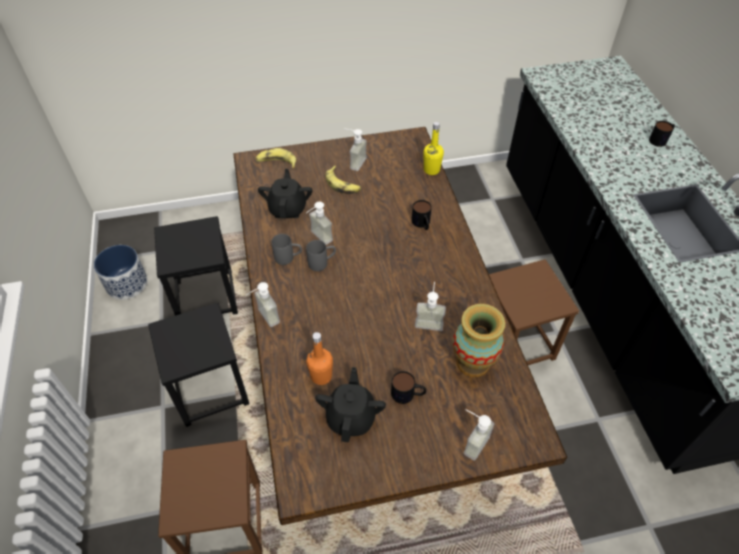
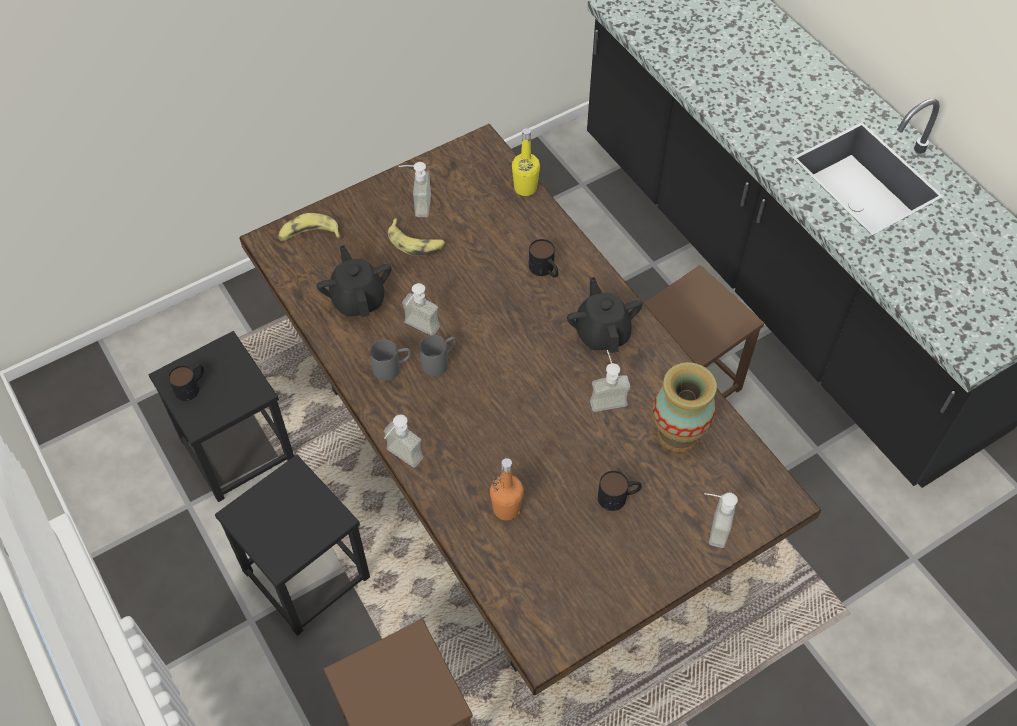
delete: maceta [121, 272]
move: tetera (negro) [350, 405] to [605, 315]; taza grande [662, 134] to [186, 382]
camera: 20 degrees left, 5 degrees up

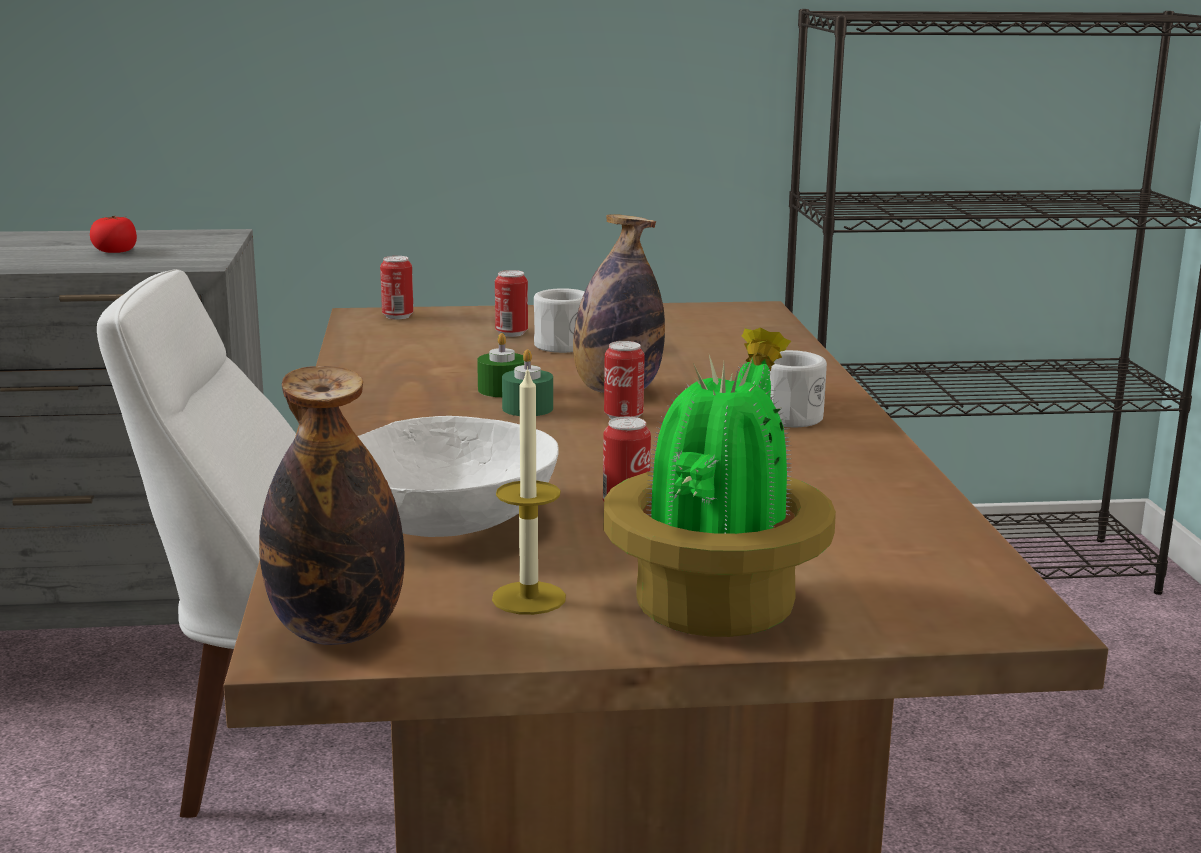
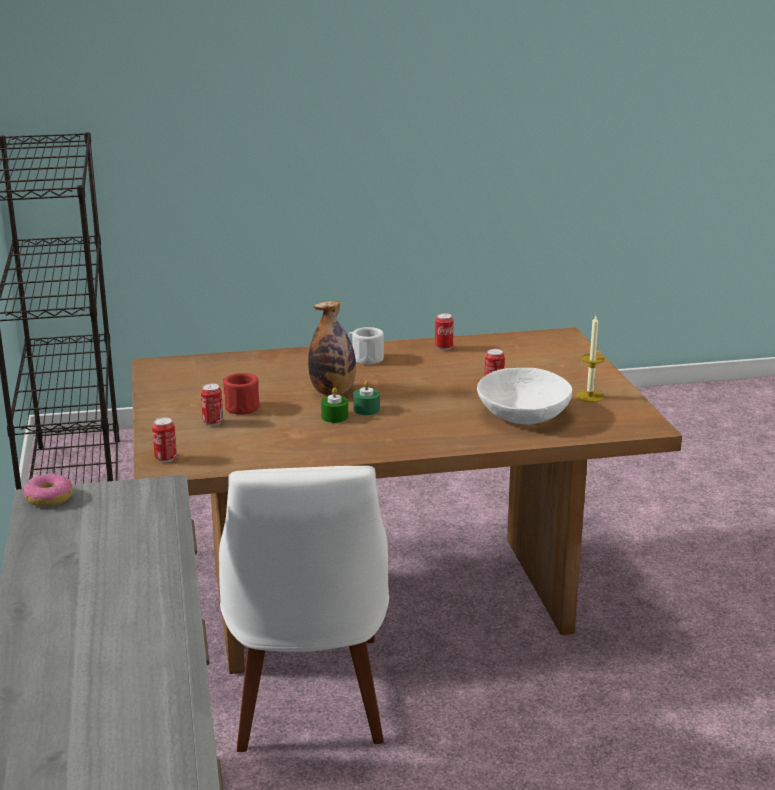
delete: tomate [113, 234]; botella [332, 505]; planta en maceta [720, 482]
insert: rosquilla [47, 490]
move: lata [624, 380] to [444, 331]
recolor: taza grande (blanco) [559, 320] to taza grande (rojo) [241, 394]
camera: 95 degrees left, 5 degrees up

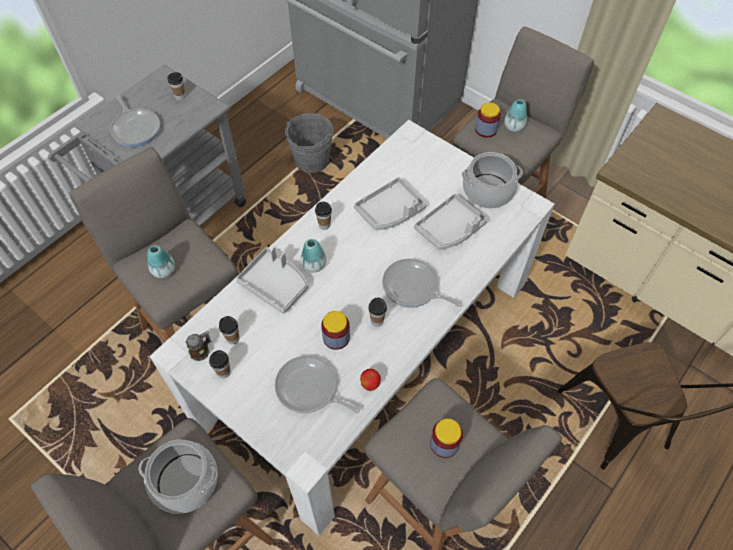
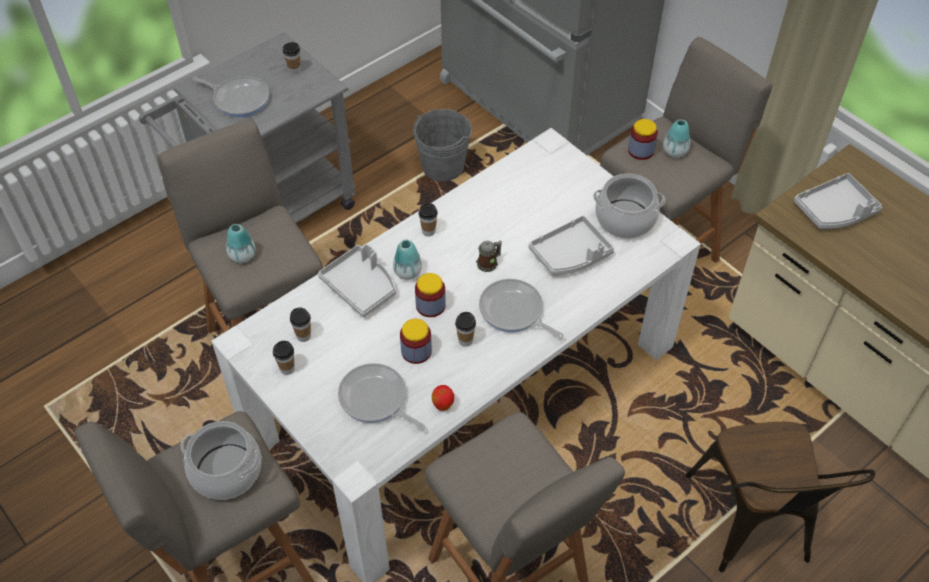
move: taza grande [199, 346] to [489, 256]; bandeja (gris) [390, 203] to [838, 201]; tarro [446, 438] to [430, 295]
rotate: sartén [135, 121] = [230, 96] 45 degrees counterclockwise
camera: 10 degrees right, 5 degrees down

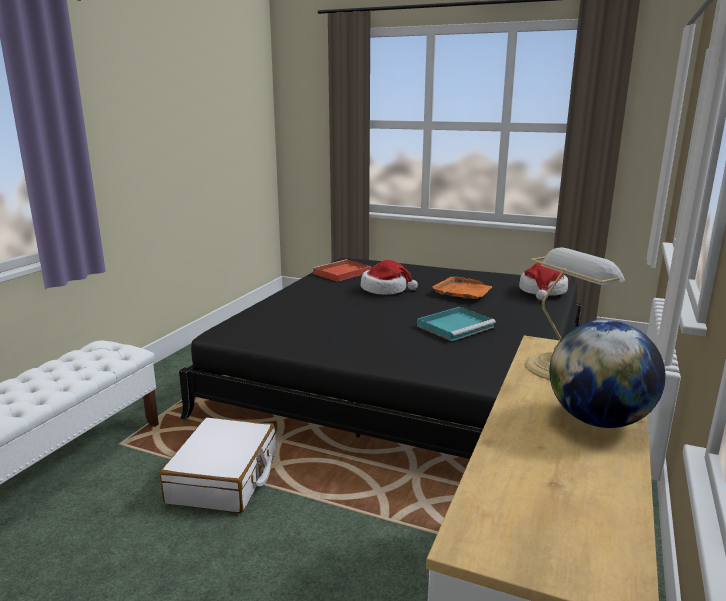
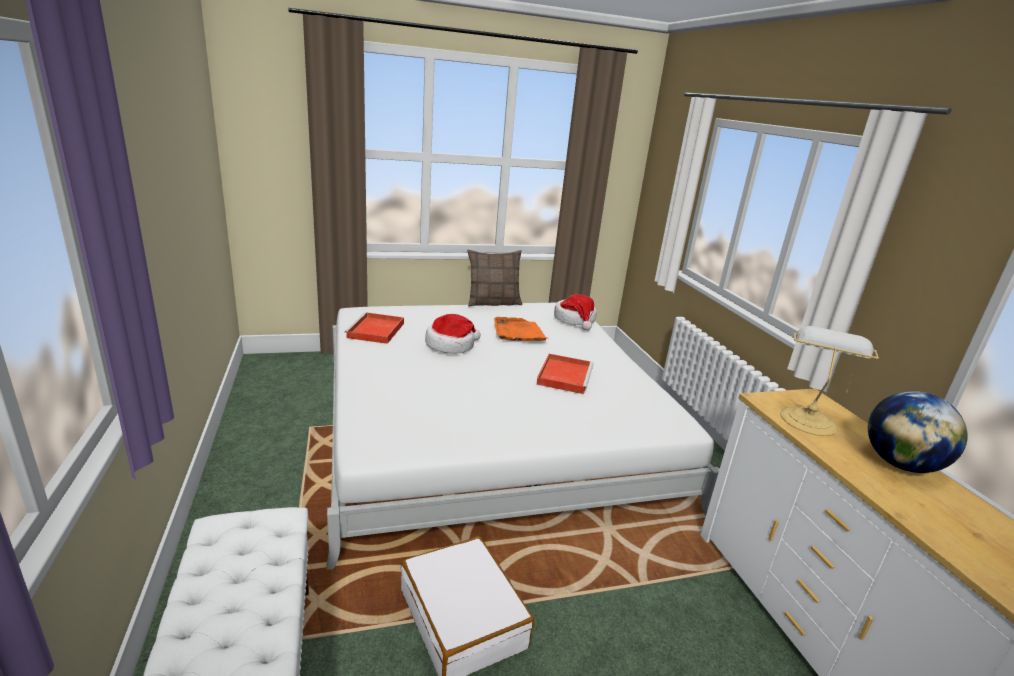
insert: cojín [494, 277]
recolor: cama (negro) [380, 358] to cama (blanco) [522, 436]; bandeja (turquesa) [456, 324] to bandeja (rojo) [565, 374]
camera: 40 degrees left, 5 degrees up

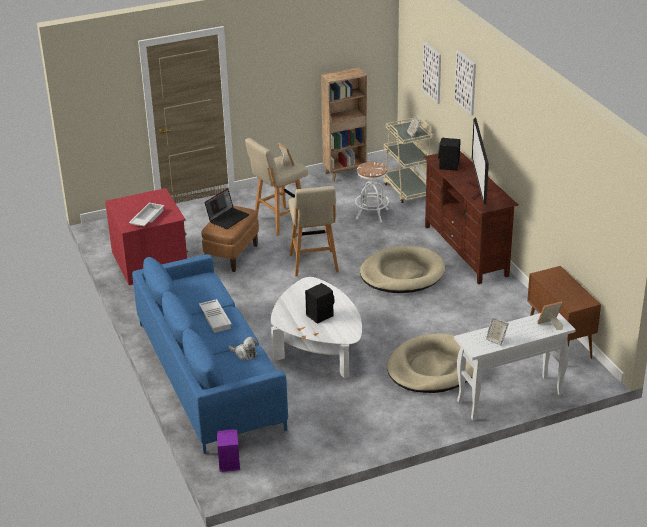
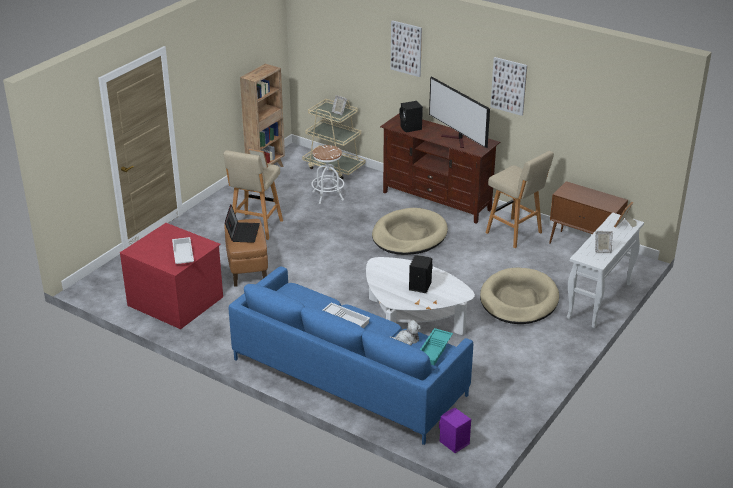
insert: bandeja (turquesa) [436, 346]
move: taburete (beis) [313, 231] to [520, 199]; cuadro [431, 73] to [508, 86]
camera: 35 degrees left, 0 degrees up

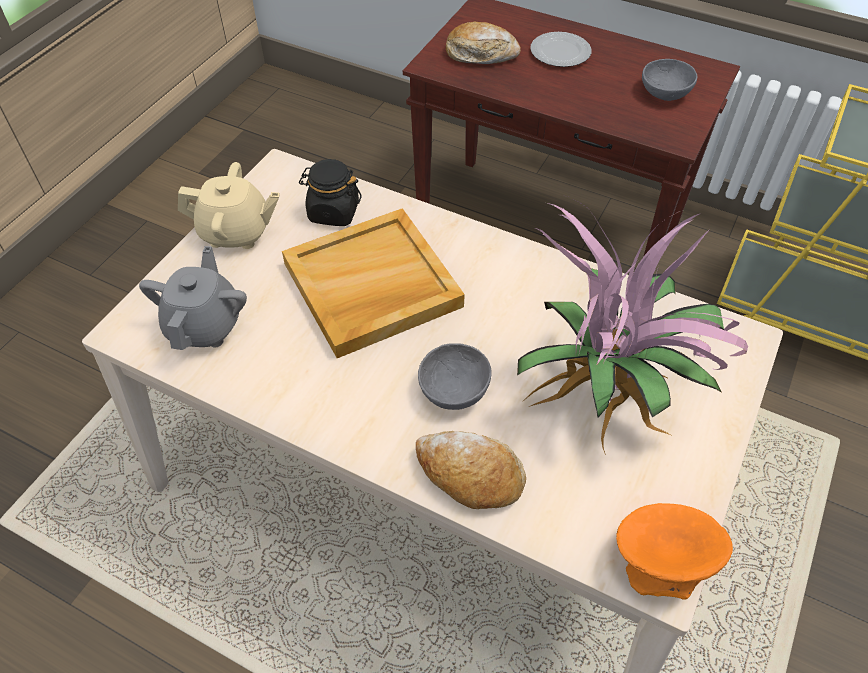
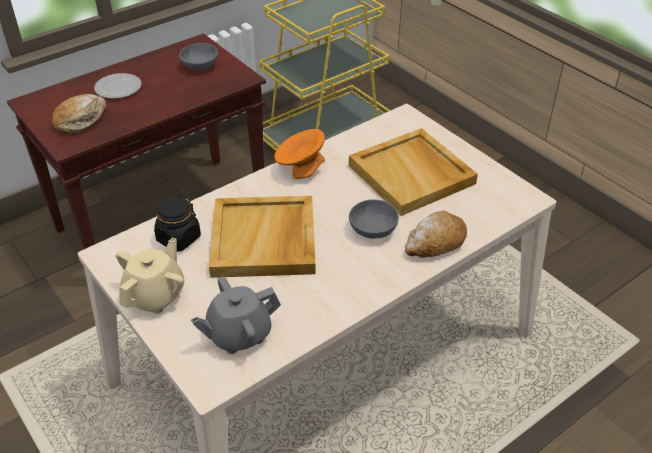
move: cuenco (naranja) [674, 551] to [299, 154]
replace: planta en maceta [632, 325] to bandeja (beis) [413, 172]
rotate: tetera (gris) [193, 298] = [236, 315] 60 degrees counterclockwise
camera: 65 degrees left, 10 degrees down

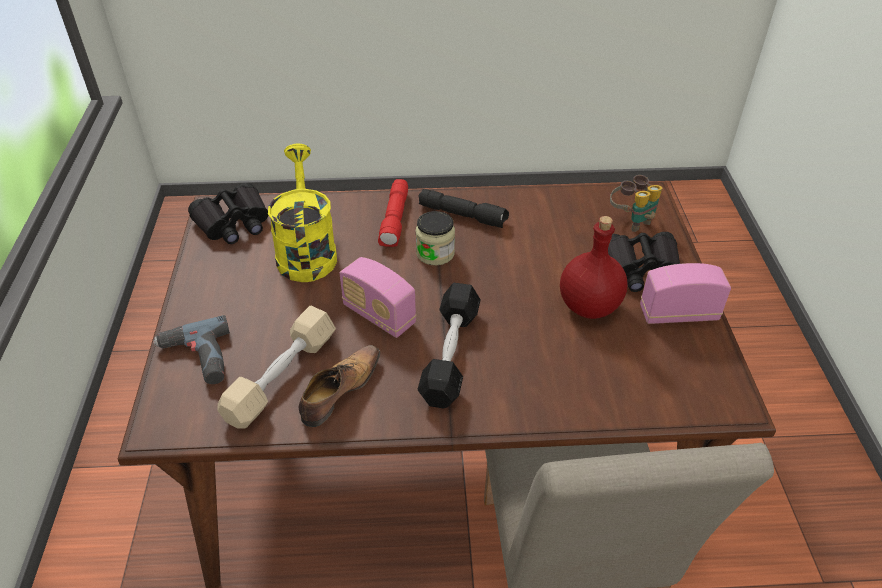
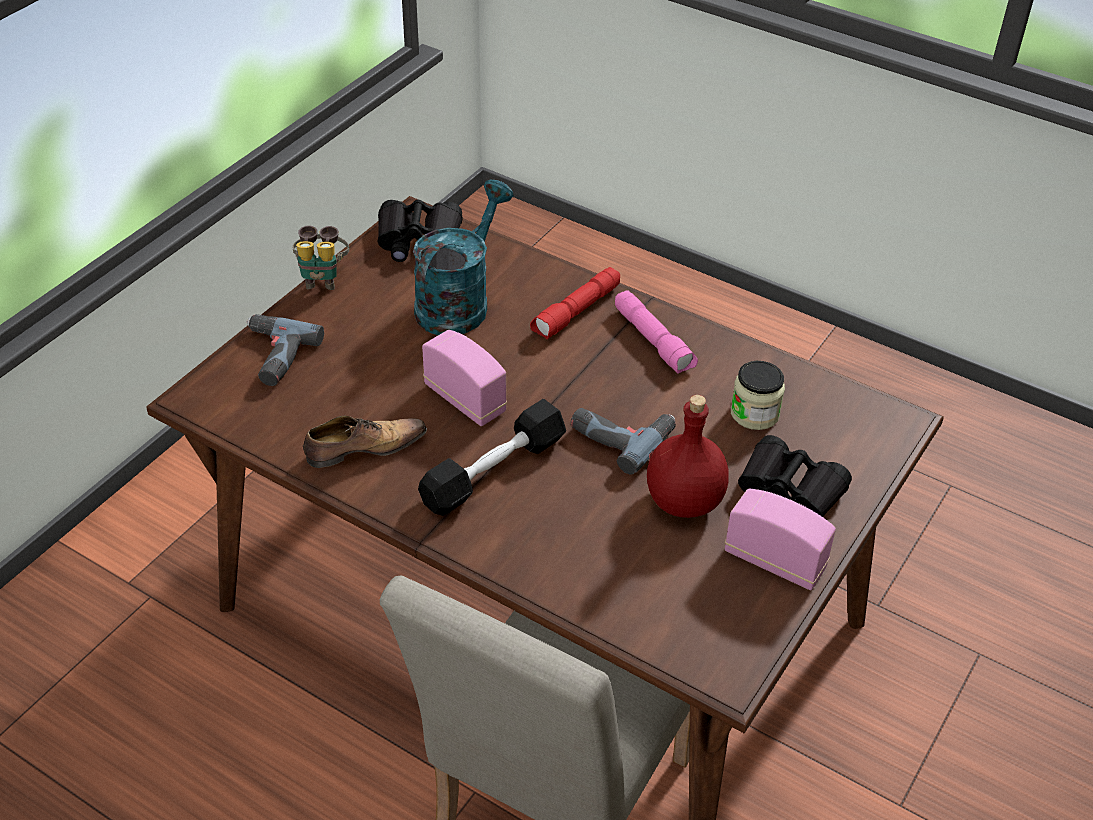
delete: mancuerna (beis) [277, 367]
insert: taladro [623, 441]
move: tarro [435, 238] to [758, 395]; prismáticos [636, 203] to [320, 258]
recolor: regadera (amarillo) [302, 212] to regadera (turquesa) [463, 257]; linterna (negro) [463, 208] to linterna (rosa) [656, 332]
rotate: radio [377, 297] = [464, 378] 150 degrees clockwise
camera: 35 degrees right, 0 degrees up

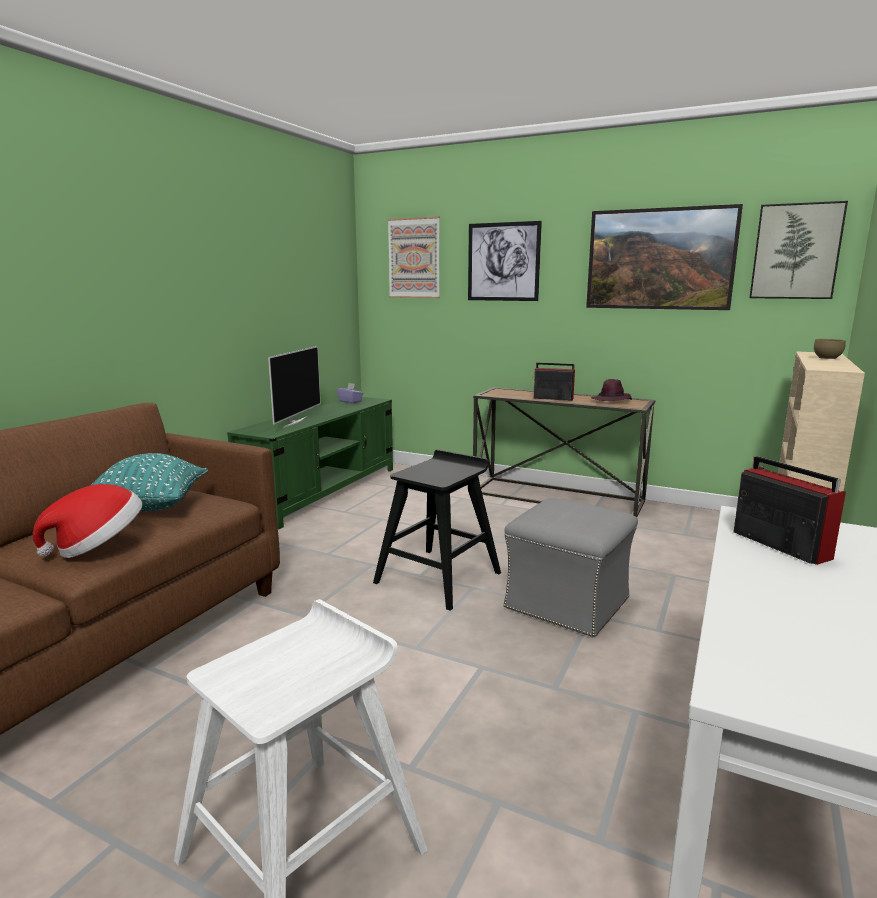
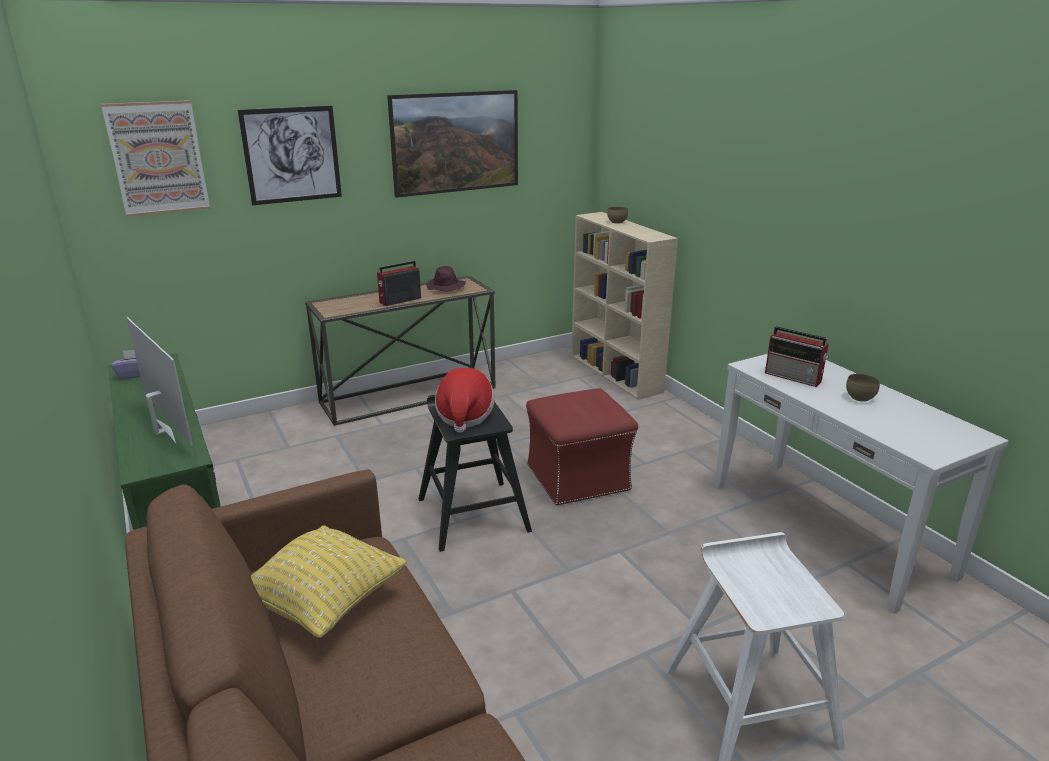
delete: cuadro [799, 250]
insert: cuenco (marrón) [863, 387]
move: sombrero [87, 521] to [464, 400]
recolor: cojín (turquesa) [149, 482] to cojín (amarillo) [329, 581]; puf (gris) [571, 567] to puf (rojo) [582, 446]
rotate: radio [790, 510] = [797, 356] 150 degrees counterclockwise
camera: 55 degrees left, 10 degrees up

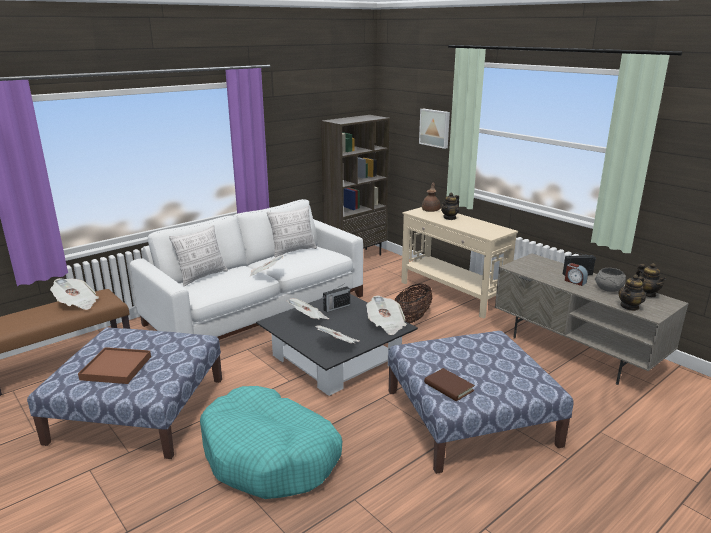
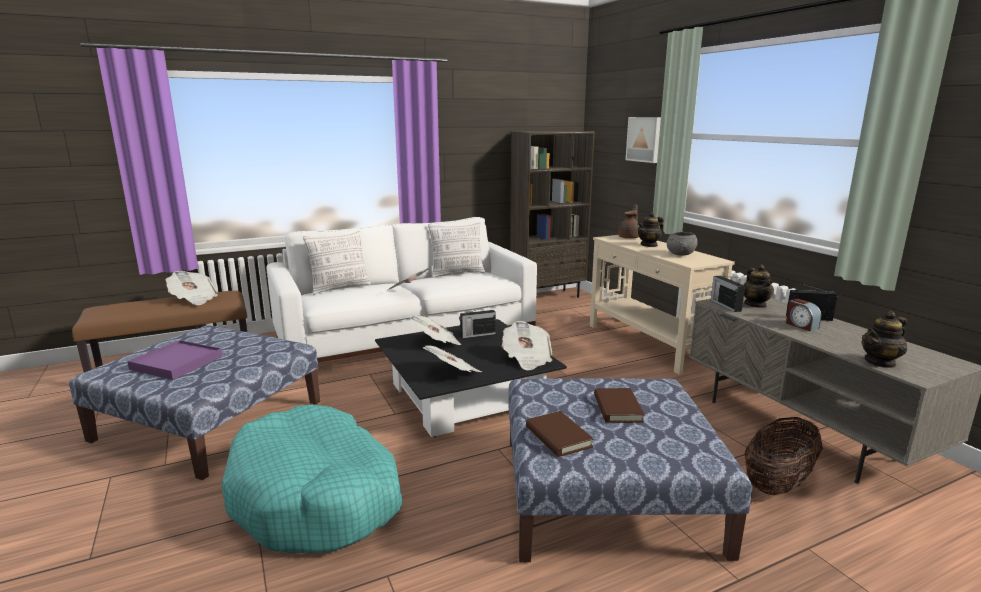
insert: libro (marrón) [619, 405]; radio [728, 294]
move: cesta [413, 303] to [784, 456]; cuenco (gris) [610, 280] to [682, 244]; tetera [651, 280] to [759, 286]
recolor: bandeja (marrón) [114, 365] to bandeja (morado) [175, 360]
camera: 15 degrees right, 5 degrees down

